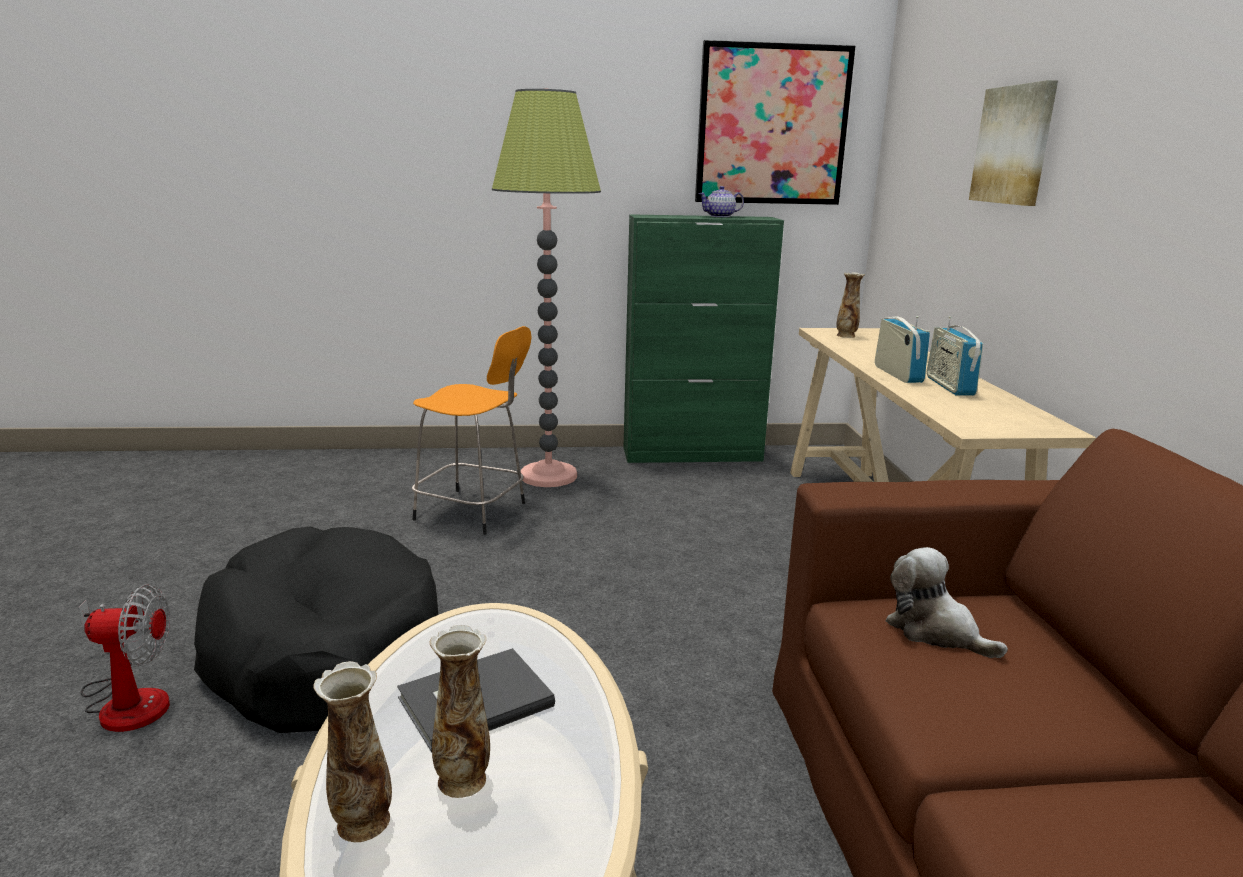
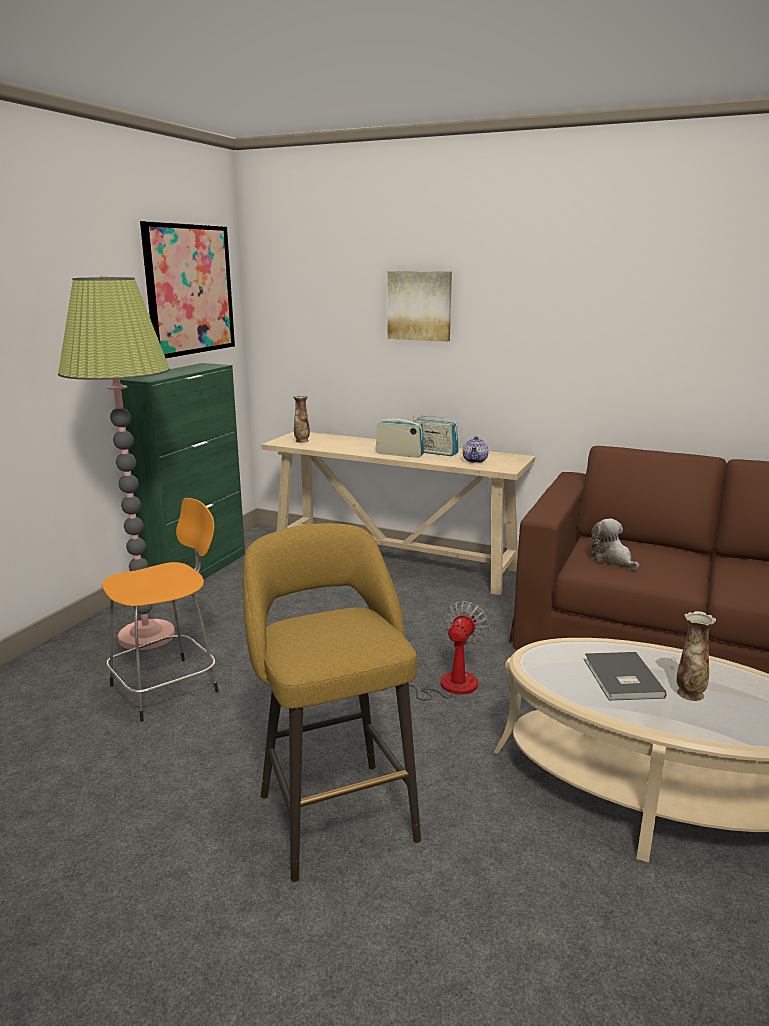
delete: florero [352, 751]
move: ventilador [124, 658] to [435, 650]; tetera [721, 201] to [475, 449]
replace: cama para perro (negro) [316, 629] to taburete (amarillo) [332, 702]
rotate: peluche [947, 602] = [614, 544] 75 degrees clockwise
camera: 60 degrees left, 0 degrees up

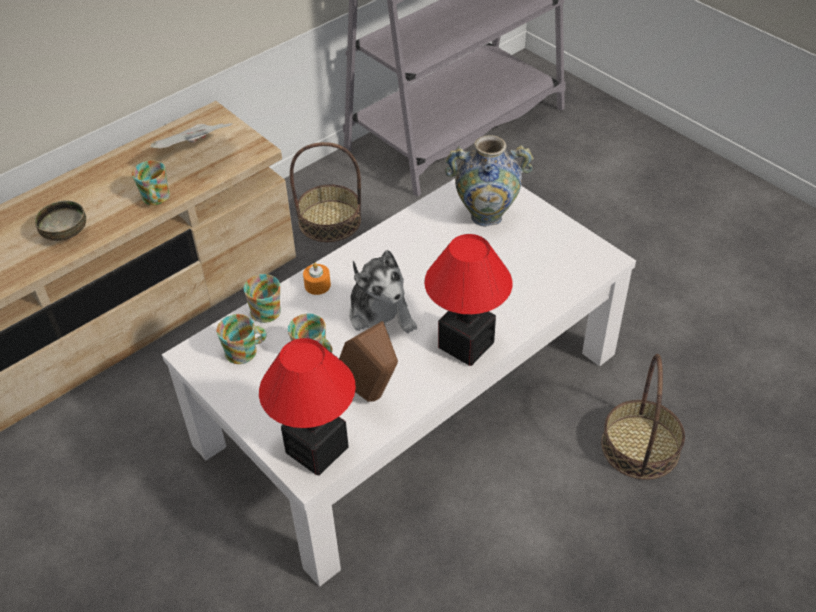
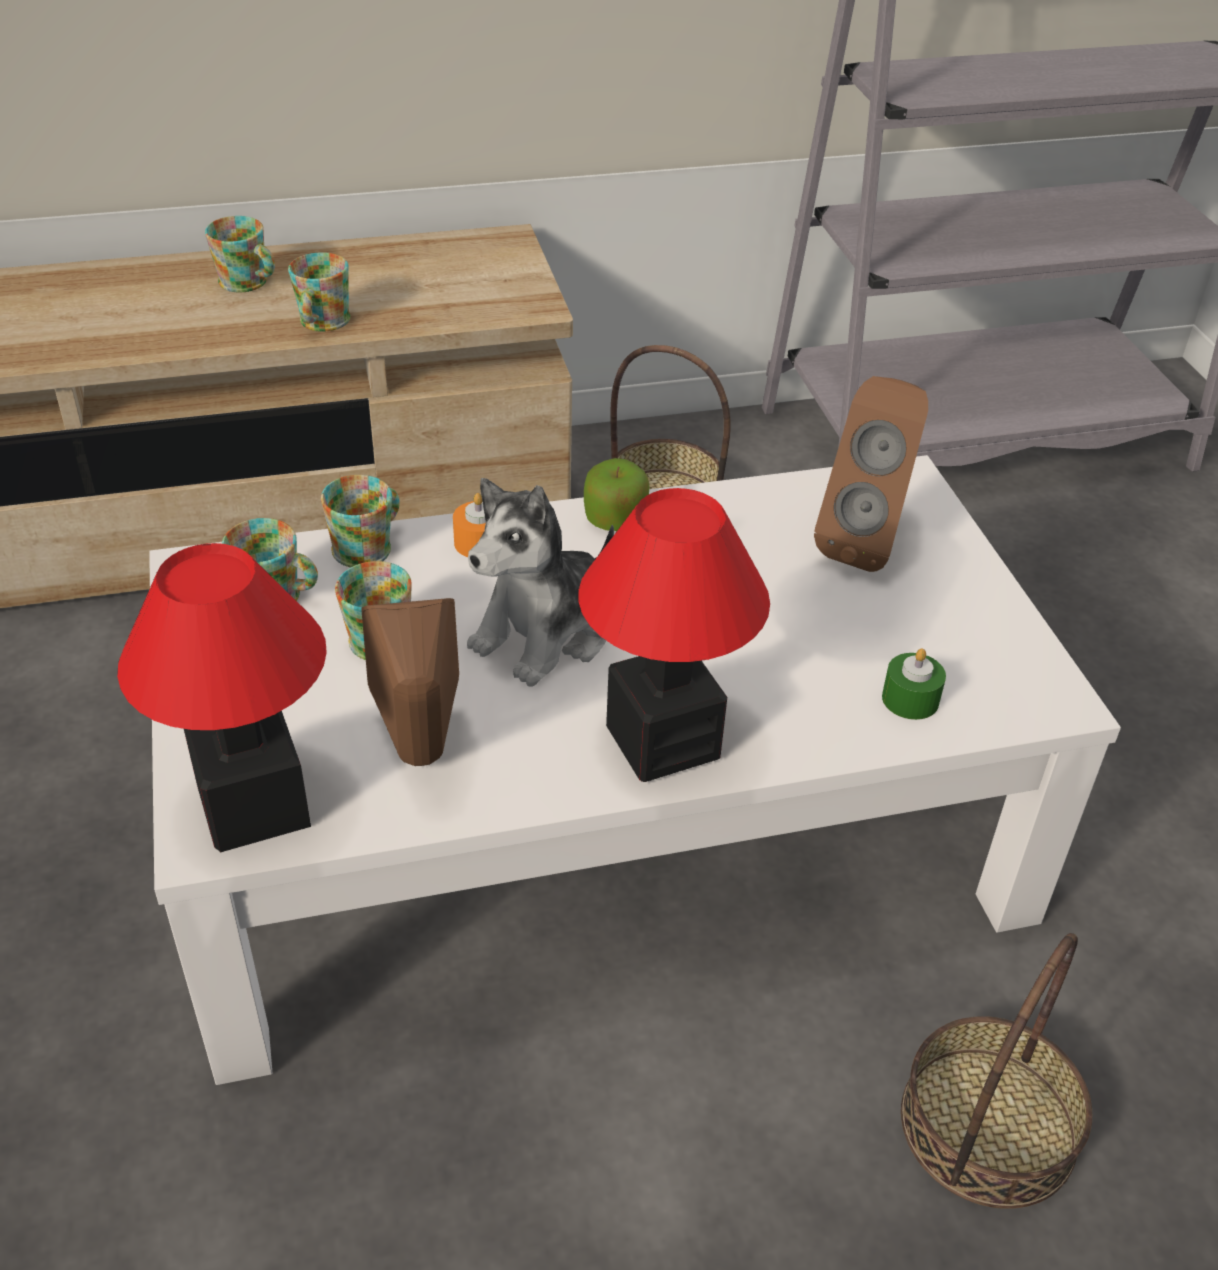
delete: cuenco [60, 220]; periódico [191, 135]
insert: taza grande [240, 254]; manzana [617, 494]; vela (verde) [914, 684]
replace: florero [489, 181] to altavoz (marrón) [871, 474]
rotate: peluche [383, 294] = [540, 582] 45 degrees clockwise
camera: 25 degrees right, 5 degrees down

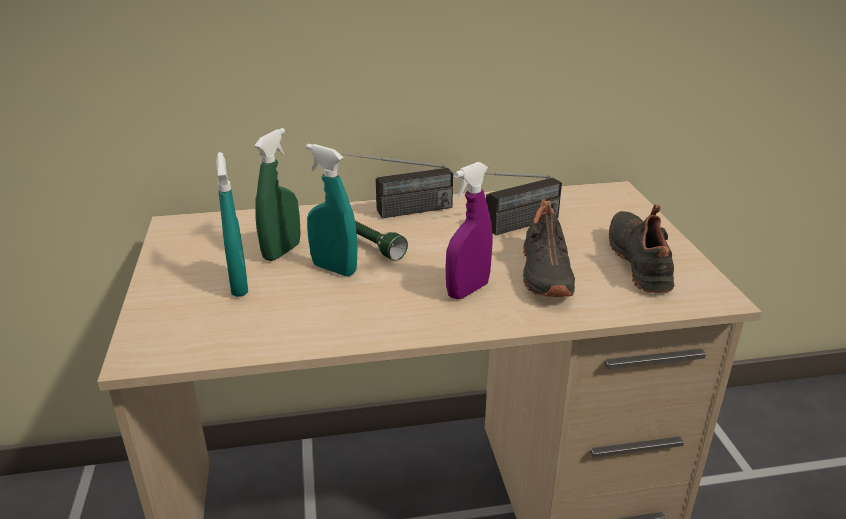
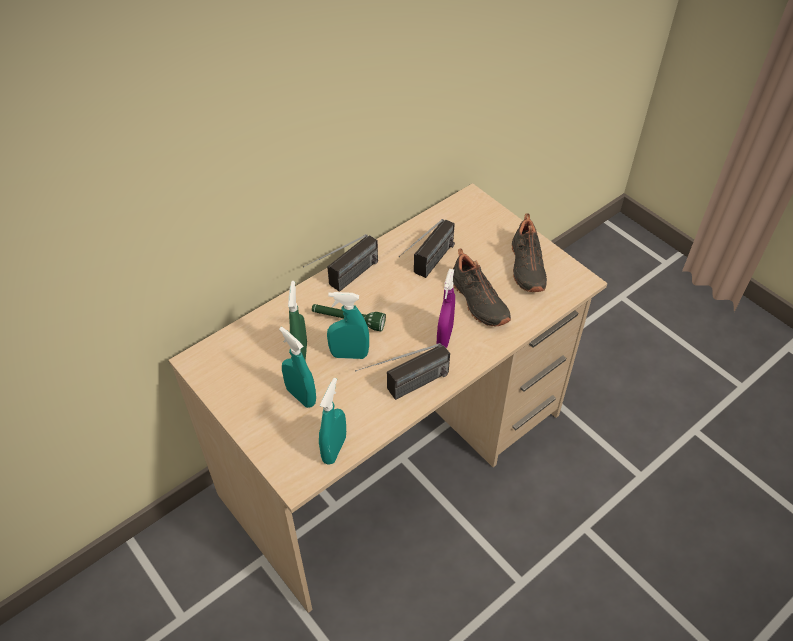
insert: pulverizador (turquesa) [332, 421]; radio [402, 371]
rotate: zapato (negro) [641, 248] = [529, 252] 150 degrees counterclockwise
camera: 30 degrees left, 20 degrees up

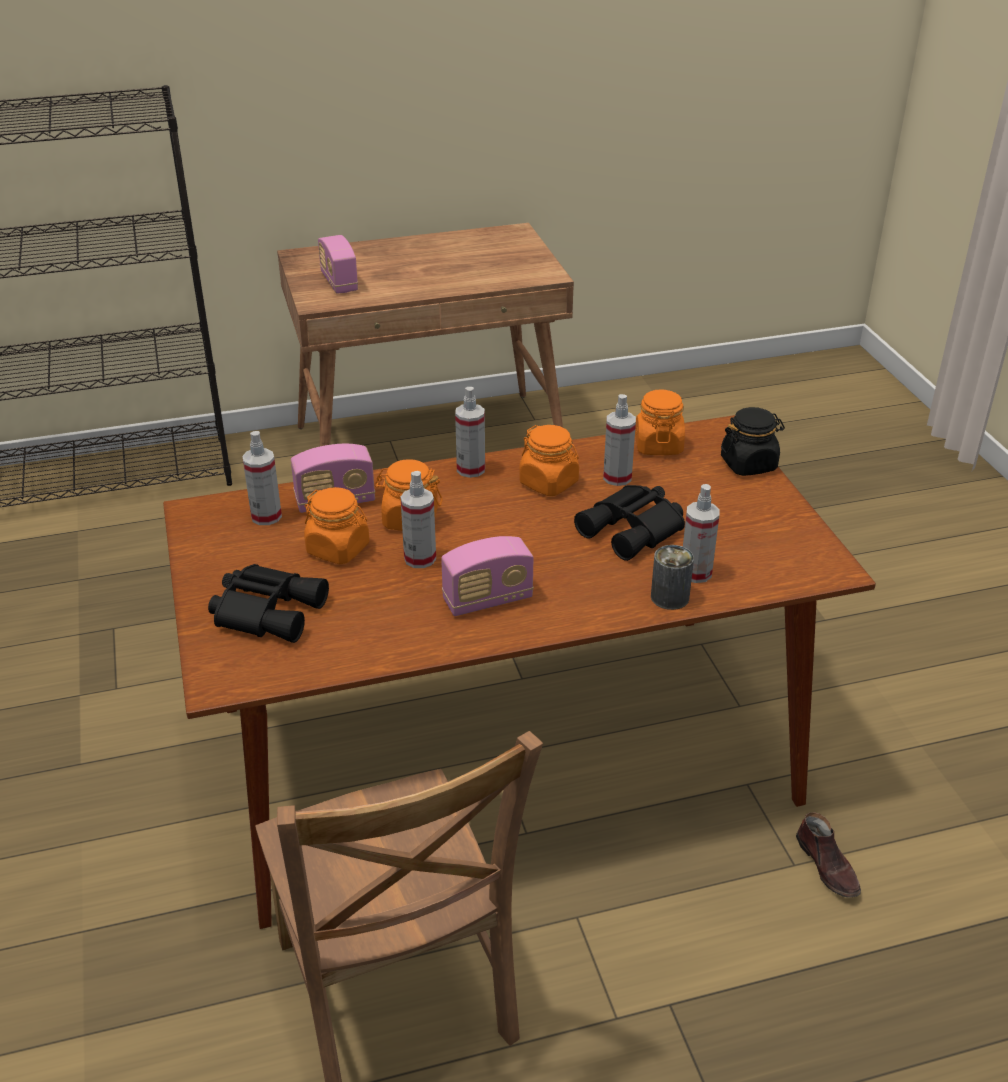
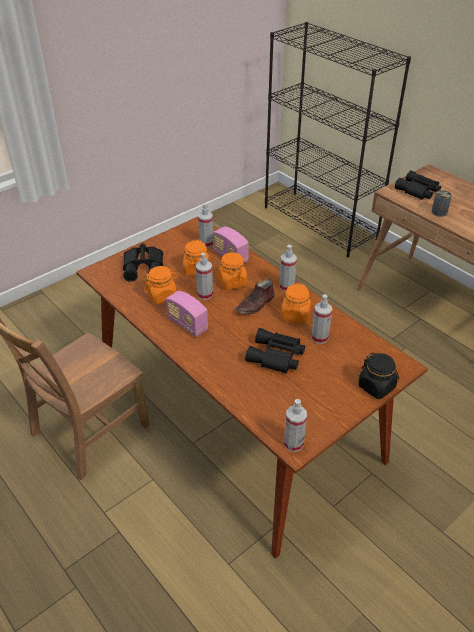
move: tarro (naranja) [660, 422] to [161, 285]; lata [672, 577] to [441, 203]; pulverizador [701, 533] to [295, 425]; zapato (marrón) [828, 855] to [255, 296]
replace: radio [338, 264] to prismáticos (negro) [418, 185]
camera: 65 degrees right, 5 degrees up

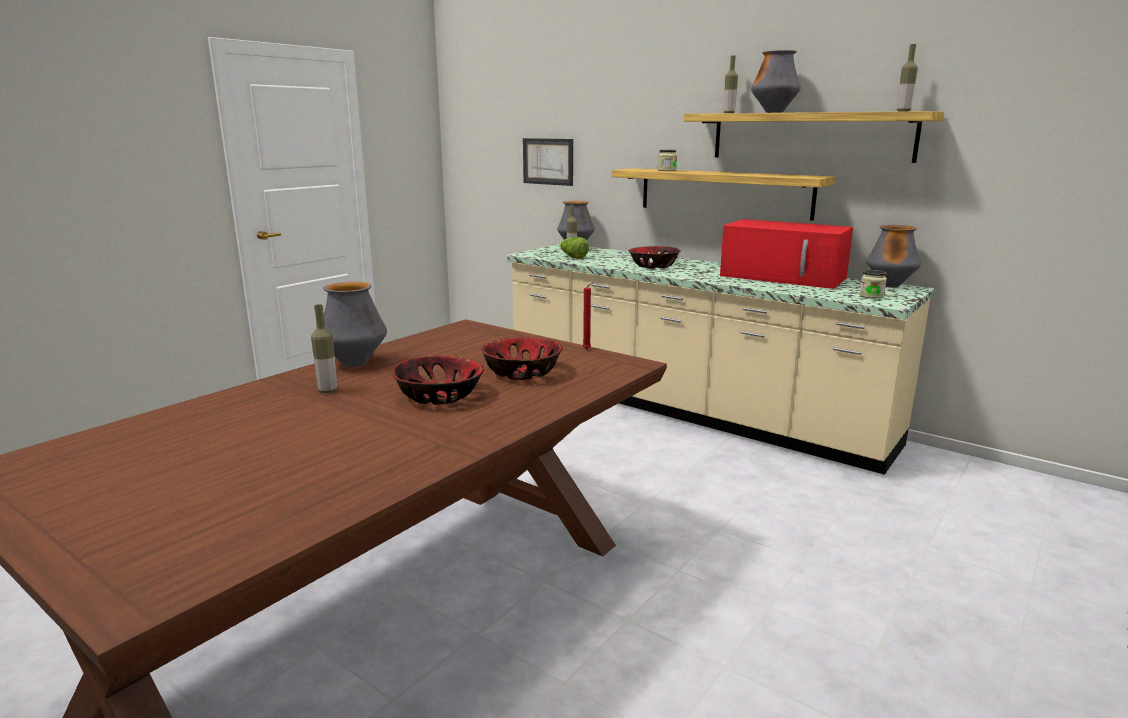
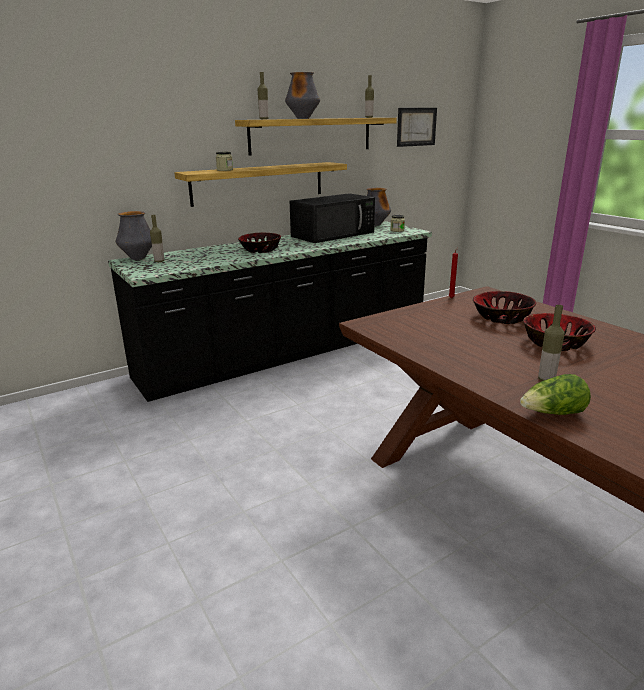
delete: florero [355, 324]
move: cuadro [548, 162] to [417, 127]; lechuga [574, 248] to [555, 394]
recolor: mueble bajo de cocina (beis) [720, 359] to mueble bajo de cocina (negro) [270, 311]; microondas (rojo) [786, 254] to microondas (negro) [332, 218]
camera: 70 degrees left, 5 degrees up

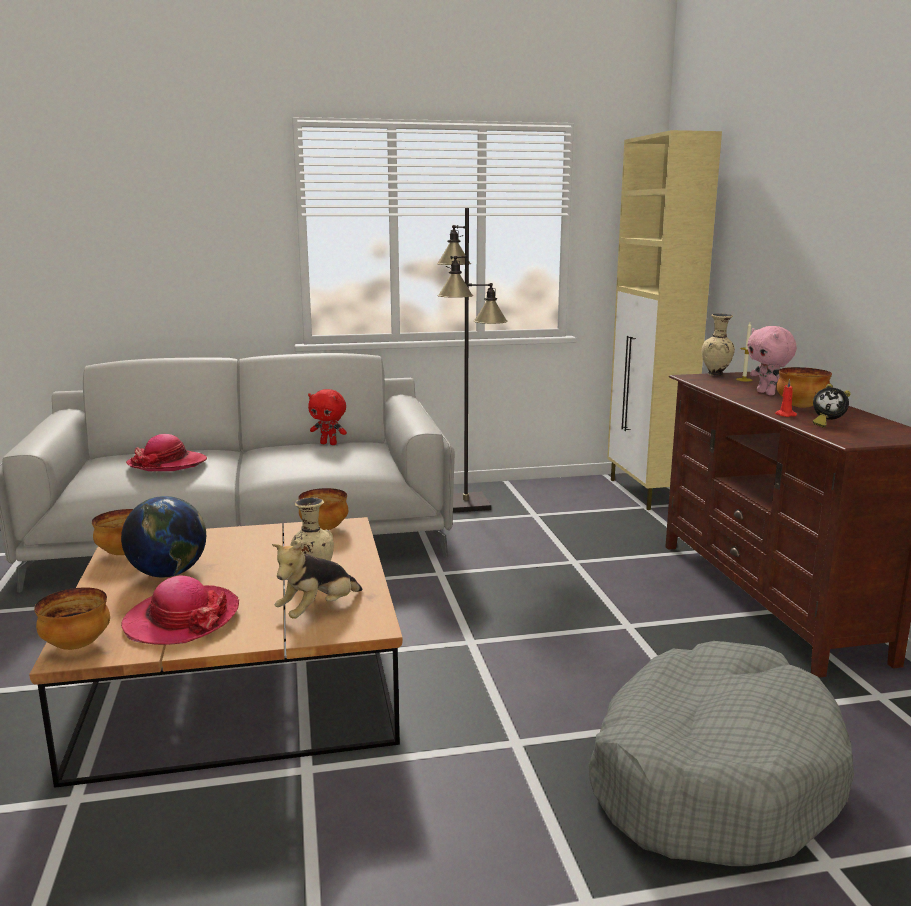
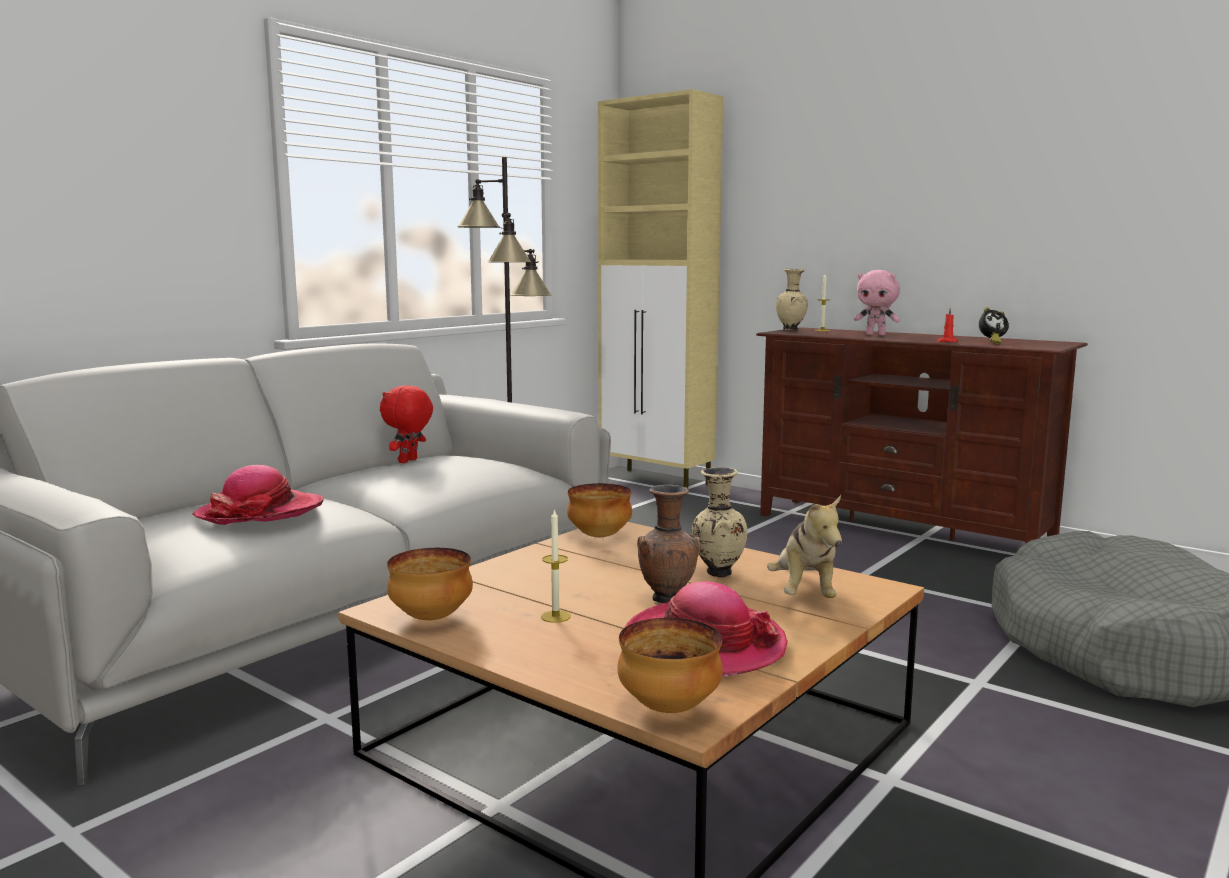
delete: cuenco [804, 387]
insert: florero (marrón) [669, 544]
replace: globo terráqueo [163, 536] to vela [556, 565]
rotate: peluche (rojo) [327, 417] = [406, 424] 135 degrees clockwise
camera: 40 degrees left, 5 degrees down

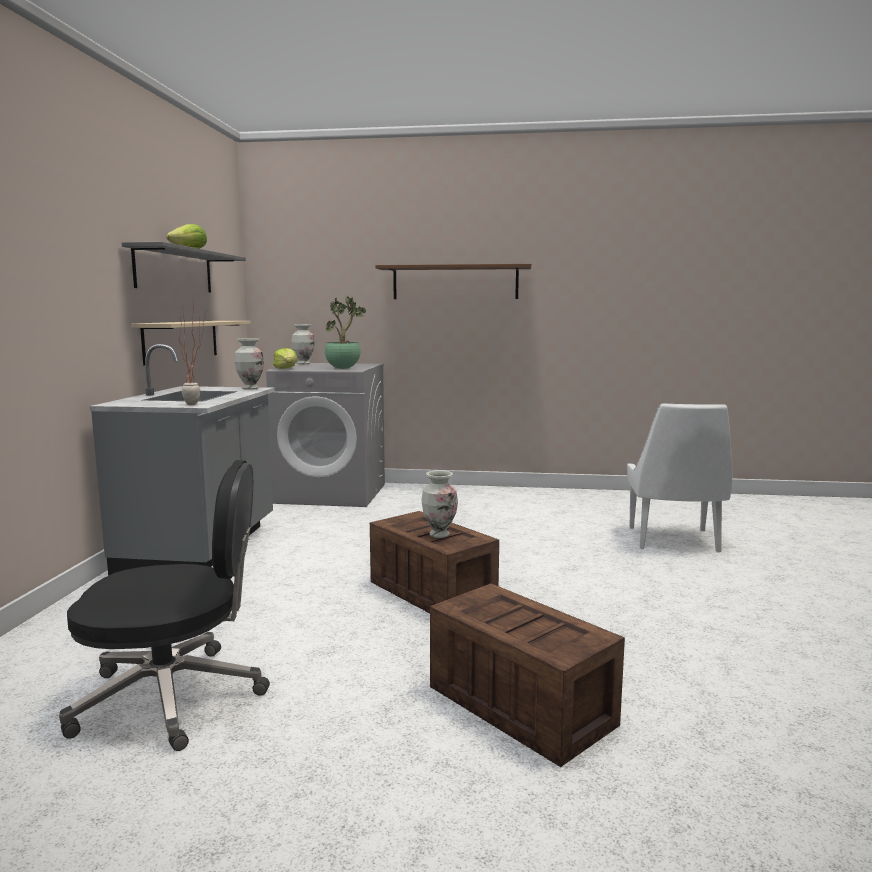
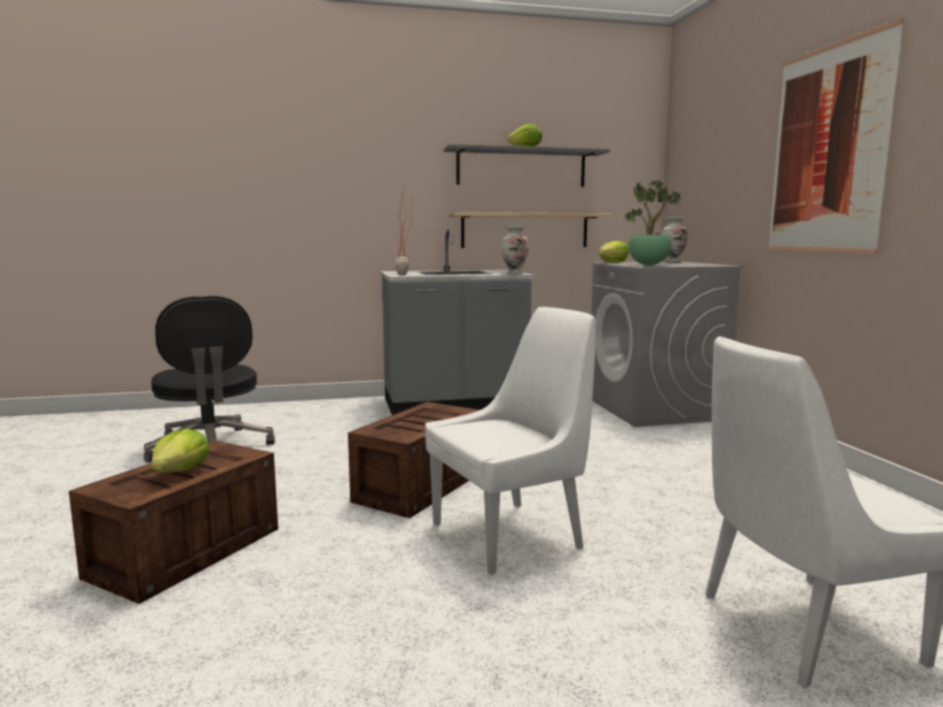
delete: florero [439, 504]
insert: lechuga [180, 450]; silla (blanco) [510, 441]
replace: estante (marrón) [453, 281] to cuadro [836, 135]
camera: 70 degrees right, 0 degrees up

